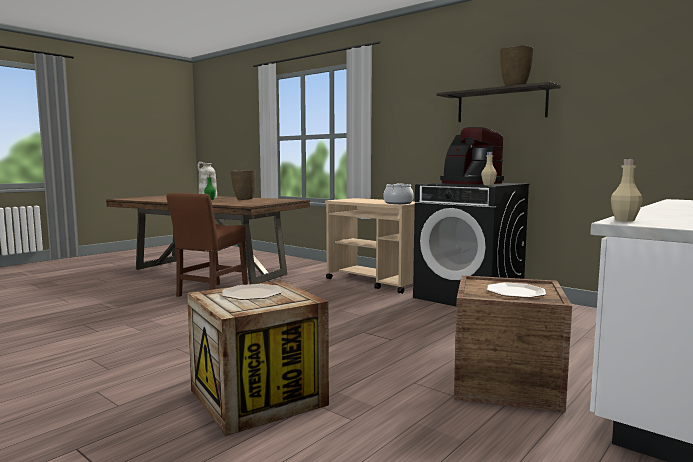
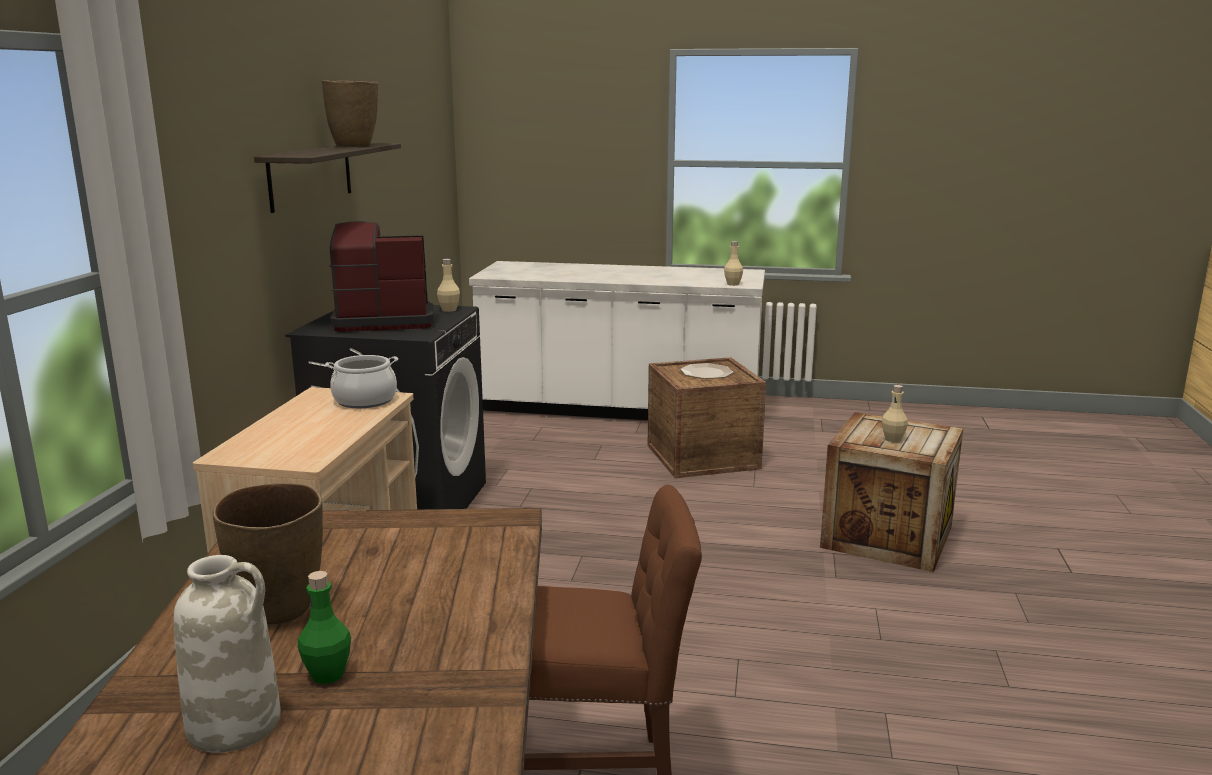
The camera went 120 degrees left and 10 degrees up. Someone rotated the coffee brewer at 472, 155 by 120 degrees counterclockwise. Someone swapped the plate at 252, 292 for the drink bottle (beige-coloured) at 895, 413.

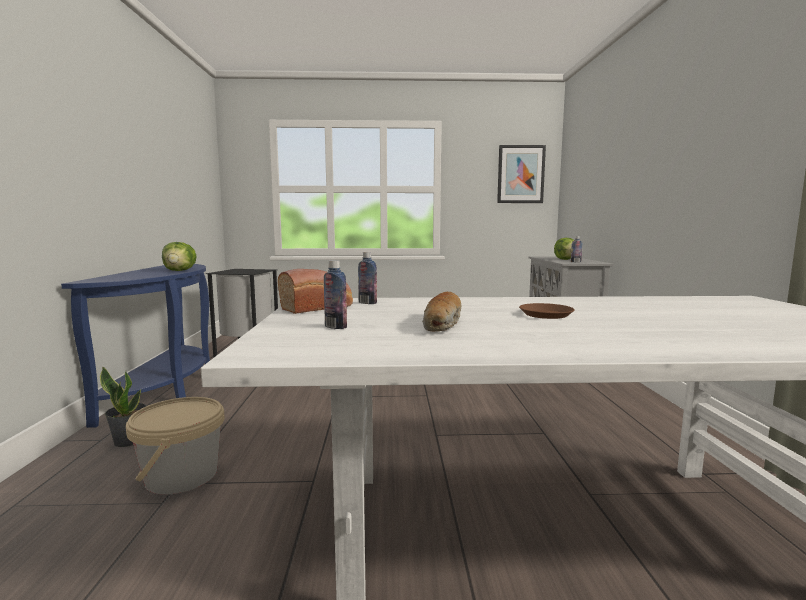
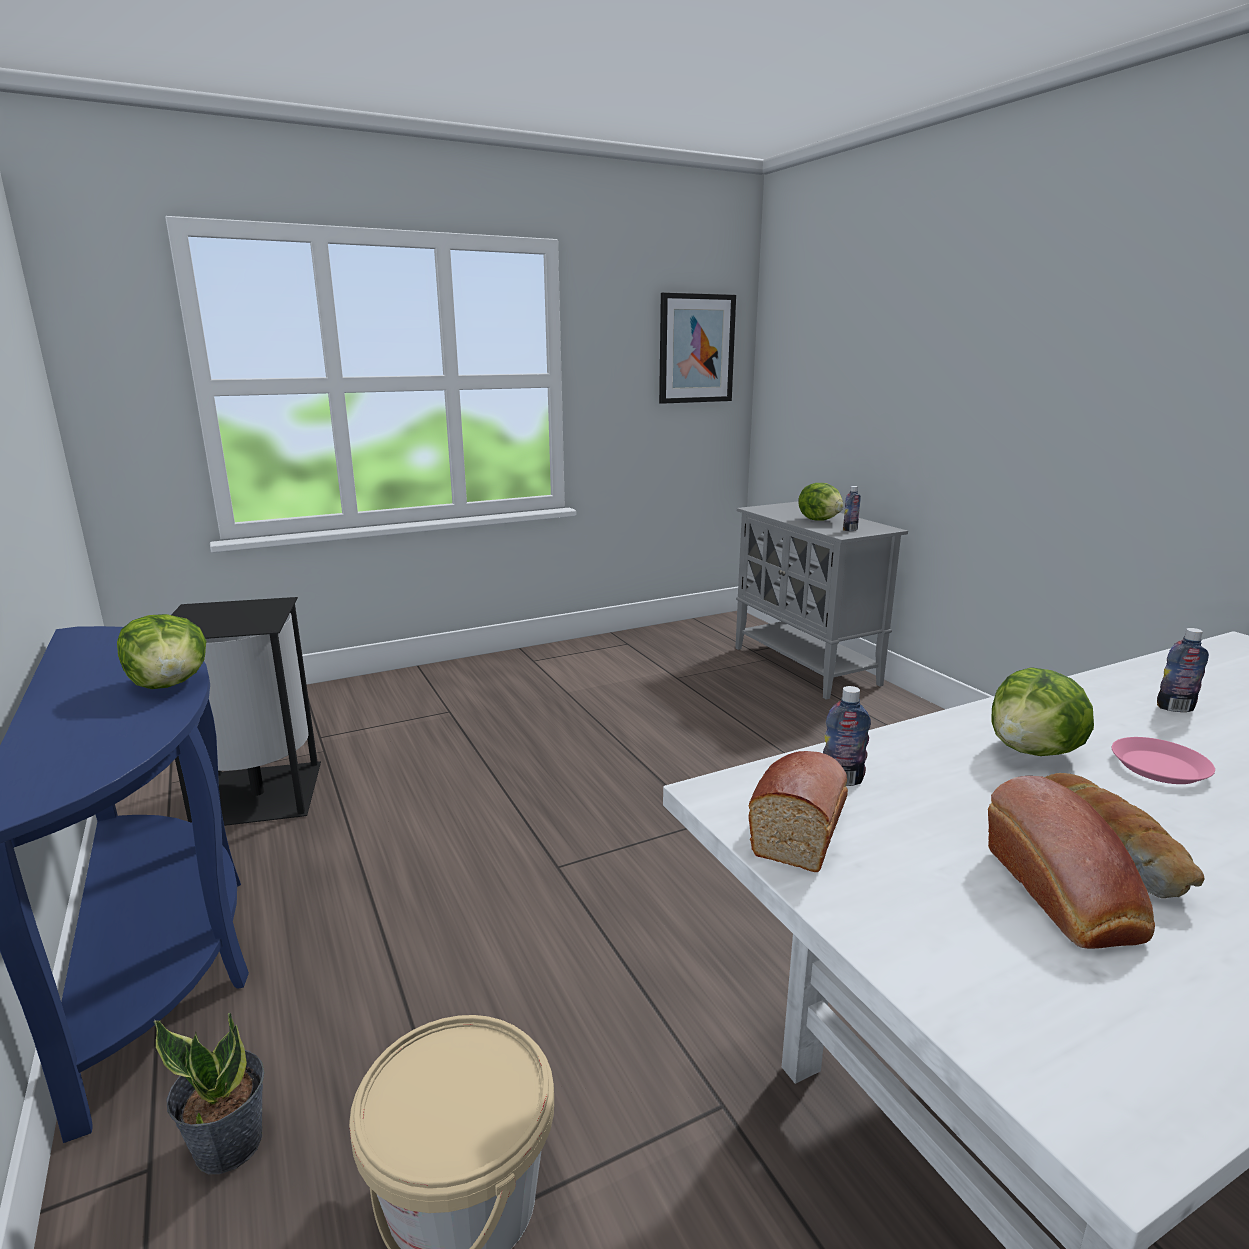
The camera went 25 degrees left and 10 degrees up. Someone put down the baked bread at 1071, 862. Someone put down the lettuce head at 1042, 711. Someone repainted the plate (brown) at 547, 311, which became the plate (pink) at 1163, 760. Someone carried the drink bottle from 335, 294 to 1183, 670.

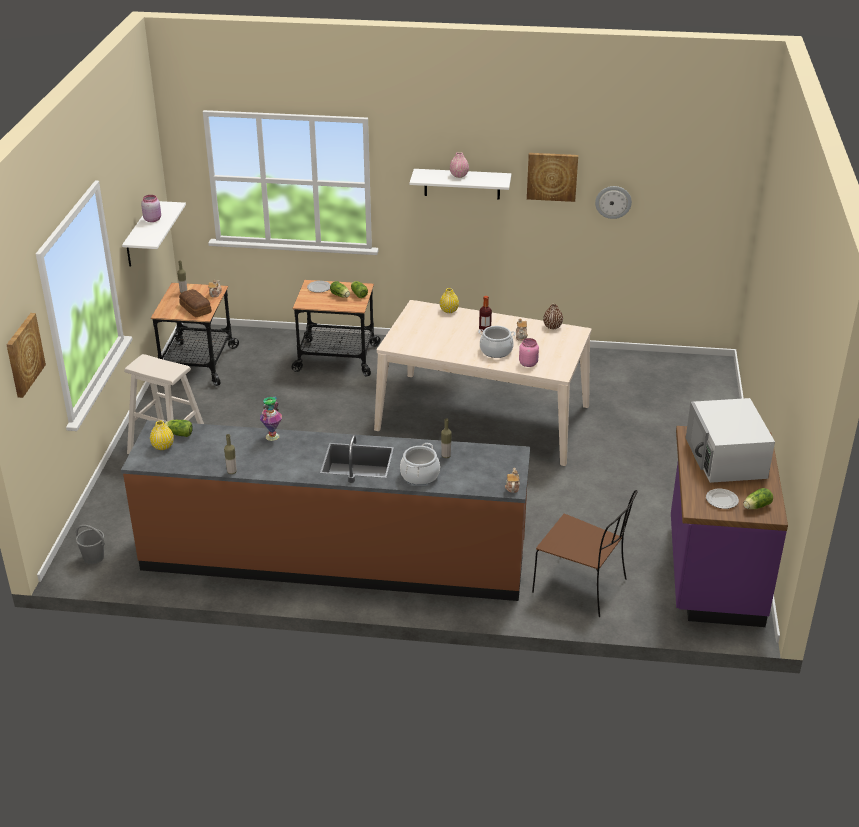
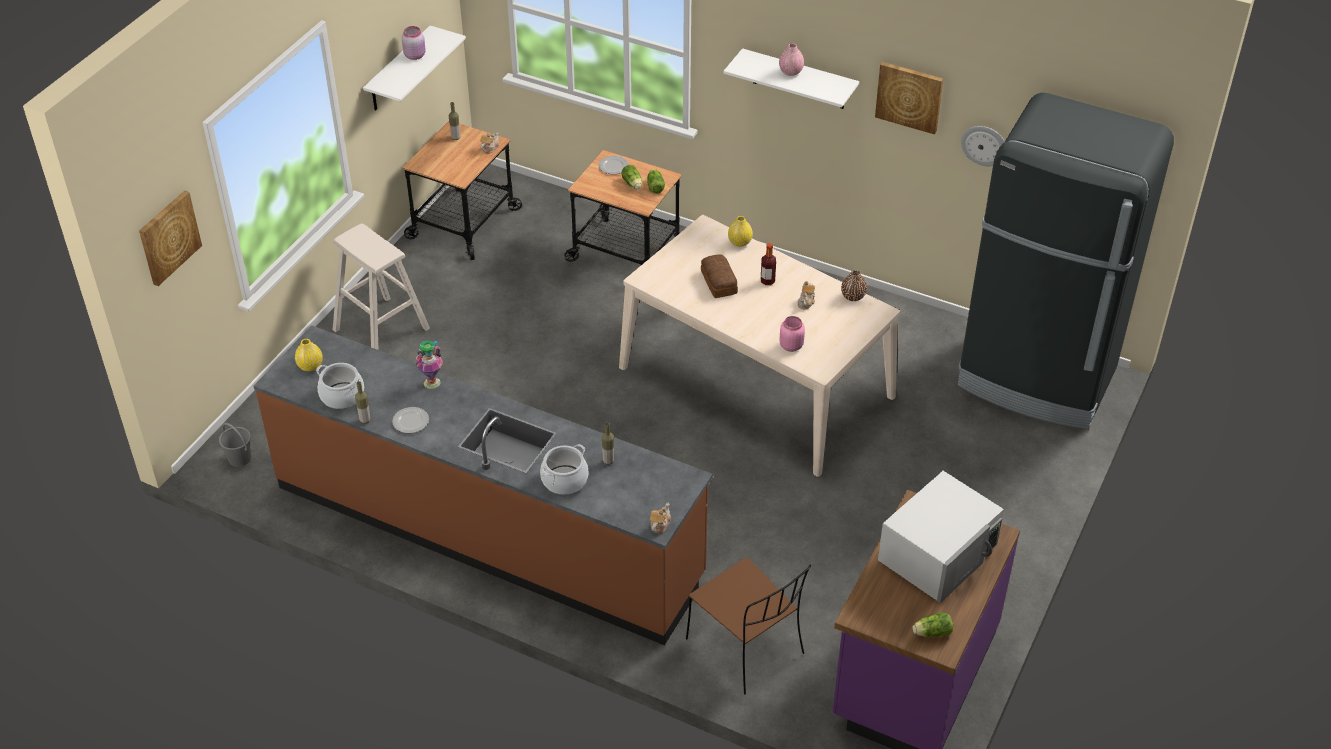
The camera went 20 degrees right and 10 degrees up. Someone carried the cooking pot from 497, 342 to 340, 386. Someone carried the plate from 722, 499 to 410, 420. Someone carried the baked bread from 195, 303 to 719, 276. Someone rotated the microwave (whitish) at 730, 440 by 150 degrees counterclockwise. Someone put down the fridge (black-coloured) at 1066, 261. Someone took away the lettuce head at 179, 428.

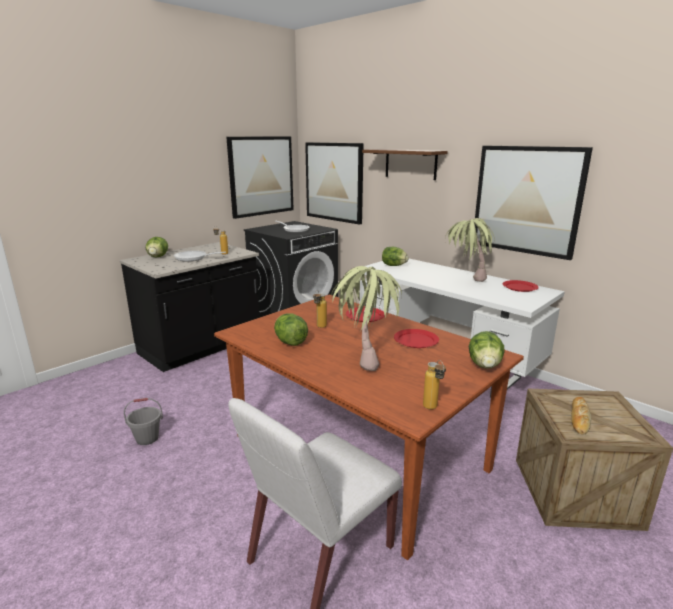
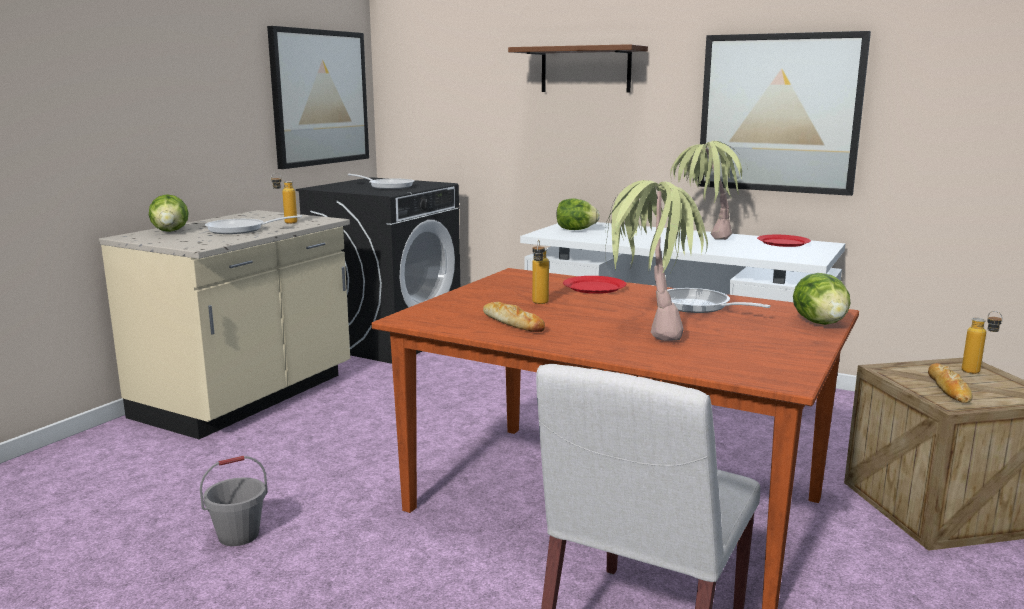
The camera went 15 degrees left and 5 degrees down. Someone repainted the counter (black-coloured) at 190, 307, which became the counter (beige-coloured) at 224, 324. Someone swapped the lettuce head at 291, 329 for the baked bread at 514, 317. Someone swapped the plate (reddish) at 416, 338 for the frying pan at 719, 300. Someone carried the drink bottle from 434, 385 to 982, 342. Someone took away the wall picture at 334, 183.

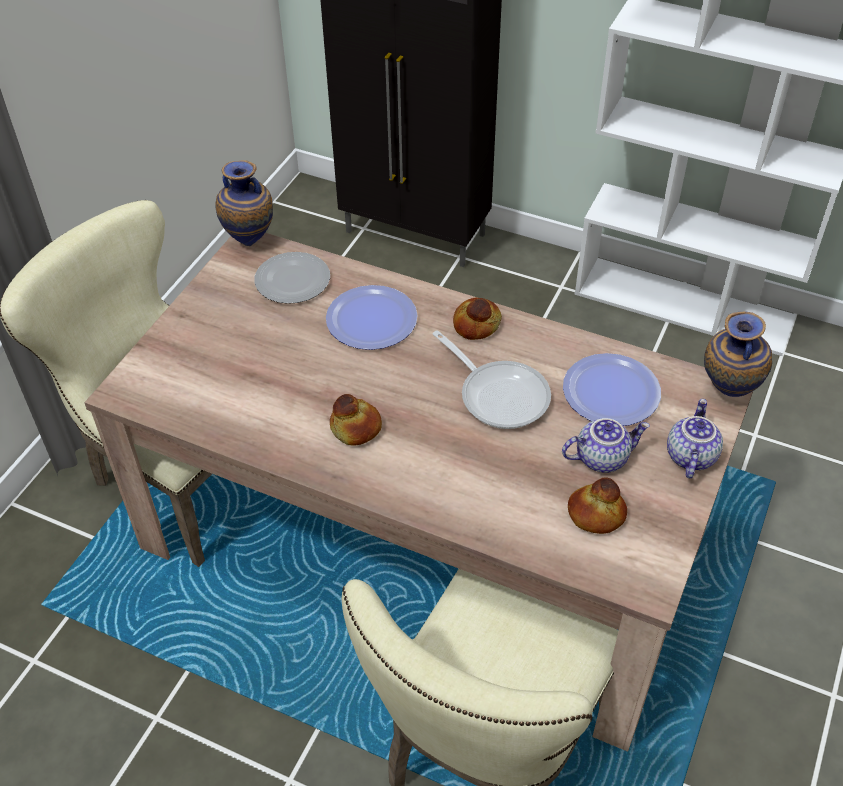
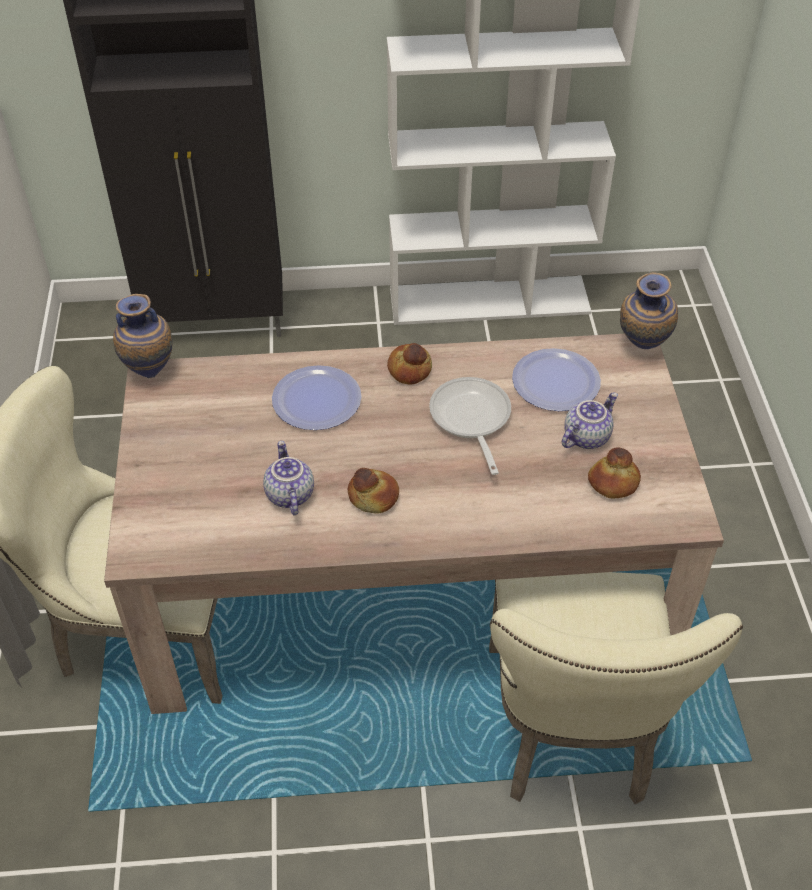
The camera went 30 degrees left and 0 degrees up. Someone carried the teapot from 695, 438 to 288, 478. Someone rotated the frying pan at 491, 379 by 120 degrees counterclockwise. Someone took away the plate at 292, 278.

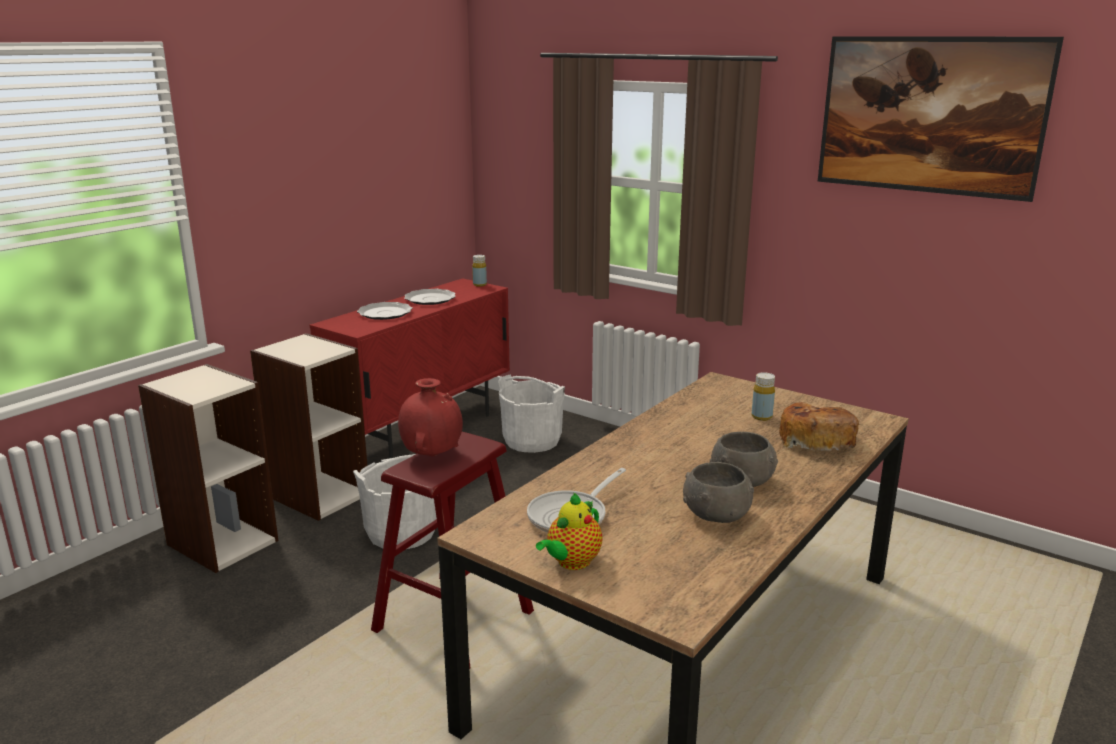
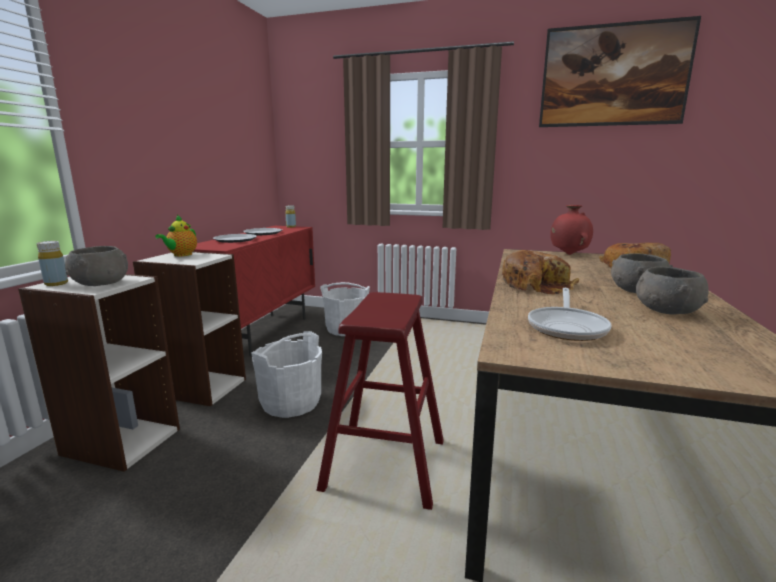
The camera went 20 degrees left and 5 degrees down. Someone carried the drink bottle (yellow-coloured) from 763, 396 to 52, 263. Someone put down the deep dish (grey) at 96, 266. Someone carried the teapot from 569, 531 to 176, 235. Someone put down the baked bread at 540, 272. Someone carried the flower vase (reddish) from 430, 417 to 571, 230.

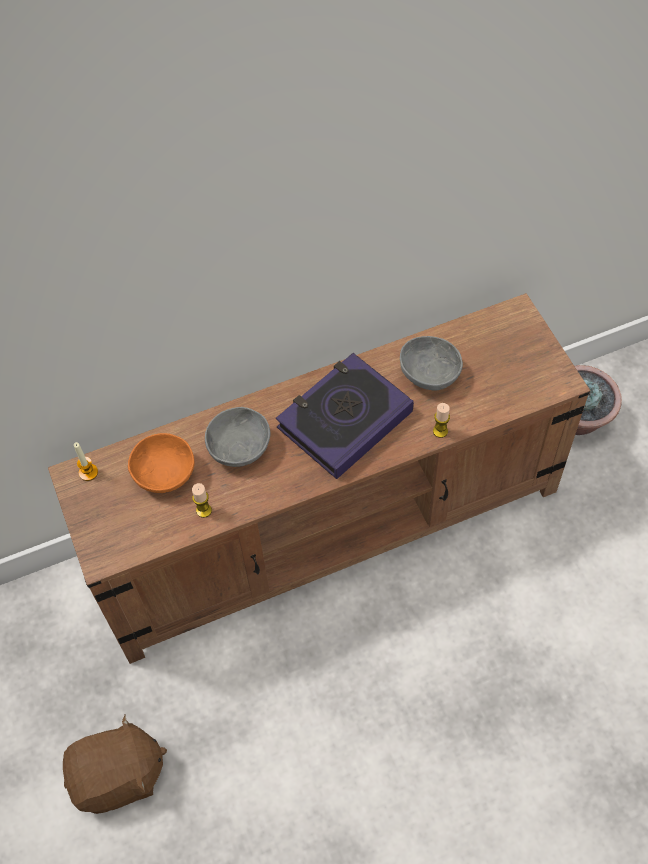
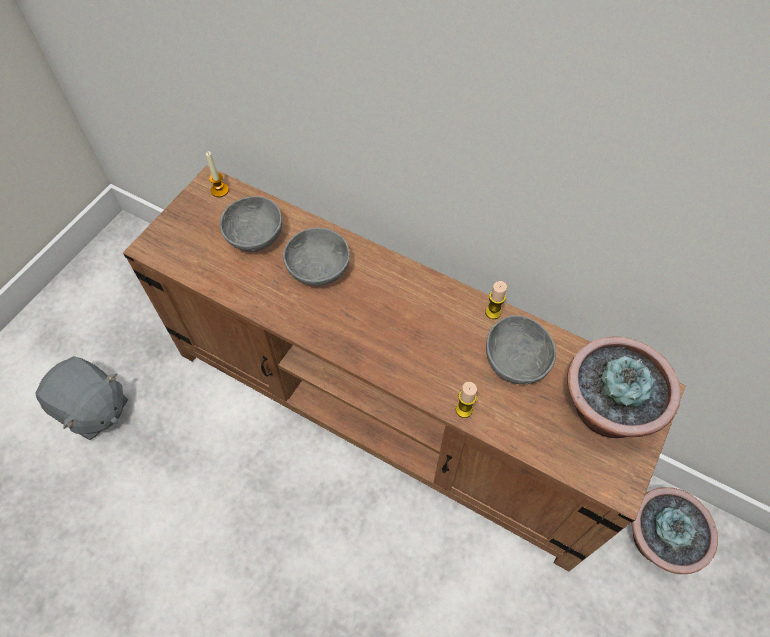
The camera went 50 degrees right and 0 degrees up. Someone repainted the soft toy (brown) at 115, 764, which became the soft toy (grey) at 81, 398. Someone repainted the deep dish (orangey) at 161, 463, which became the deep dish (grey) at 251, 224. Someone carried the candle from 202, 500 to 496, 300. Someone put down the plant in a pot at 624, 387. Someone took away the book at 345, 416.

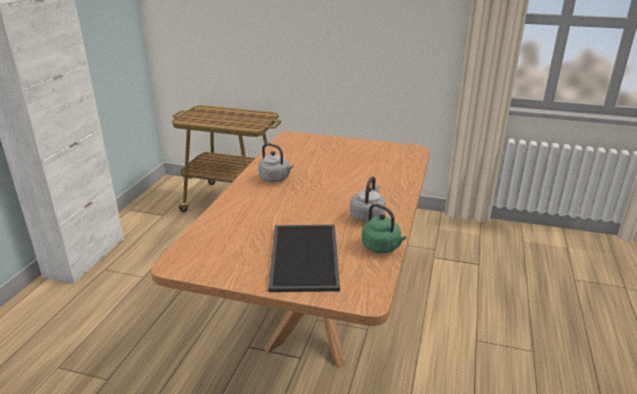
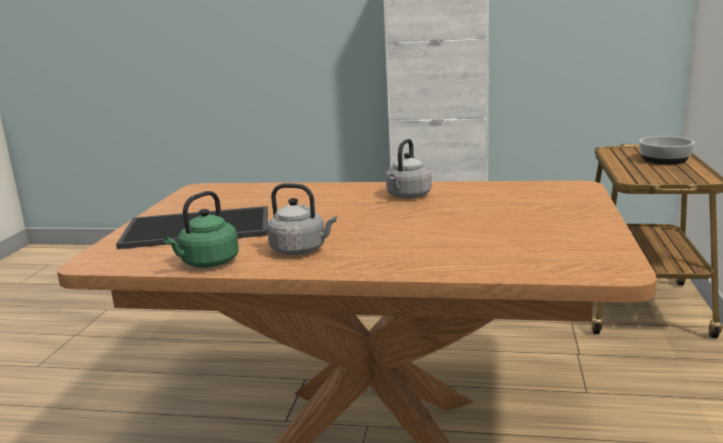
The camera went 85 degrees right and 10 degrees down. Someone put down the deep dish at 667, 150.

